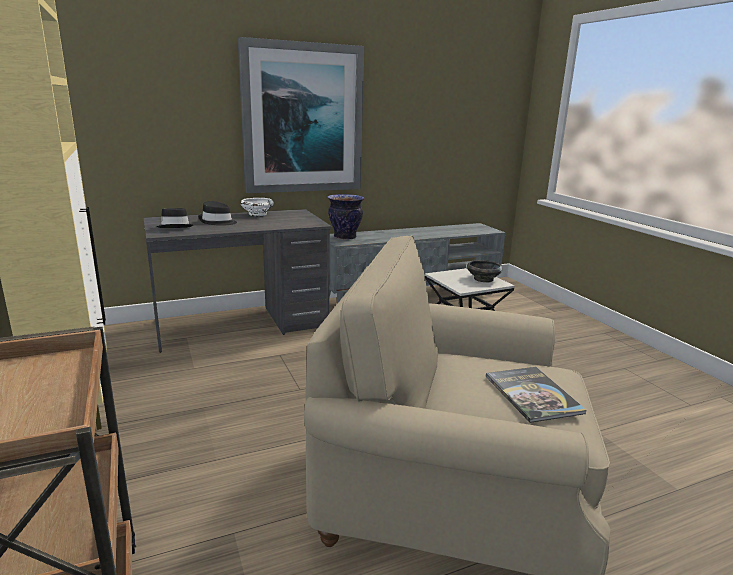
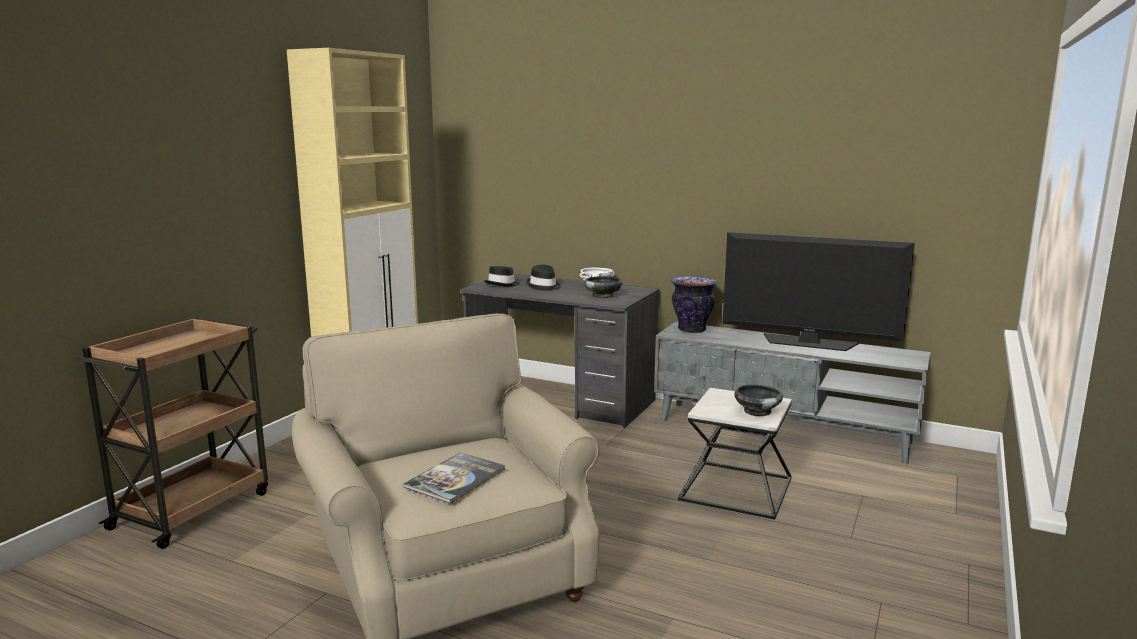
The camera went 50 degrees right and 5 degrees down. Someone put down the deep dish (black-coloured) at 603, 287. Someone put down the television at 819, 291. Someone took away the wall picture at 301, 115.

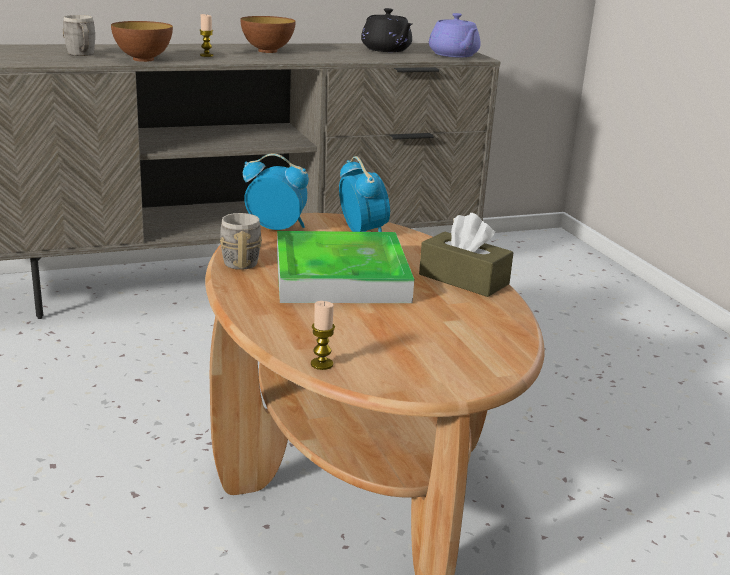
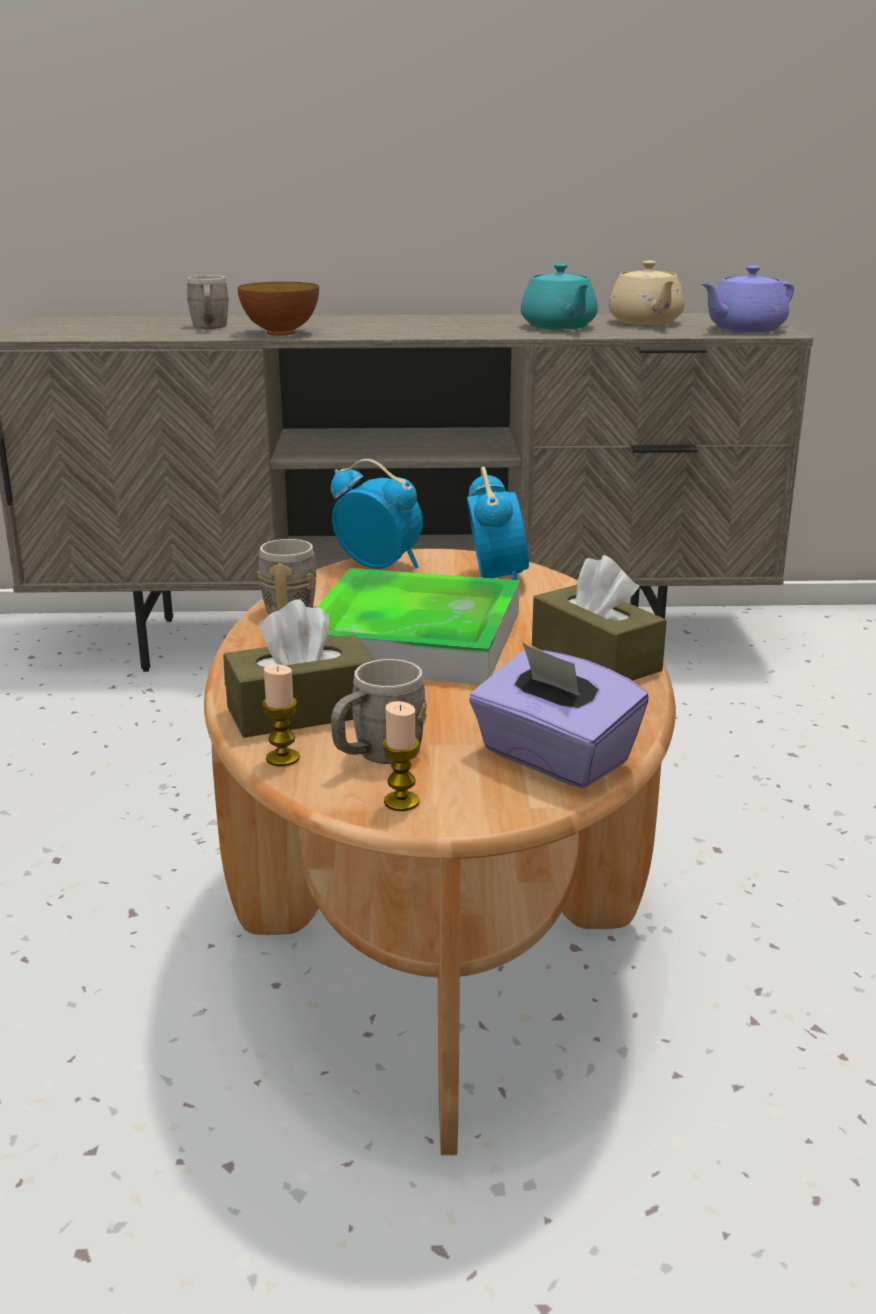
The camera went 20 degrees right and 0 degrees up. Someone put down the tissue holder (brown) at 299, 668. Someone put down the mug (grey) at 379, 711. Someone carried the candle from 206, 35 to 401, 756. Someone put down the tissue holder (purple) at 559, 716. Someone put down the teapot (blue-green) at 559, 296. Someone repainted the teapot (black-coloured) at 386, 30, which became the teapot (beige-coloured) at 646, 293. Someone rotated the teapot (purple) at 455, 35 by 60 degrees clockwise. Someone took away the deep dish at 268, 34.

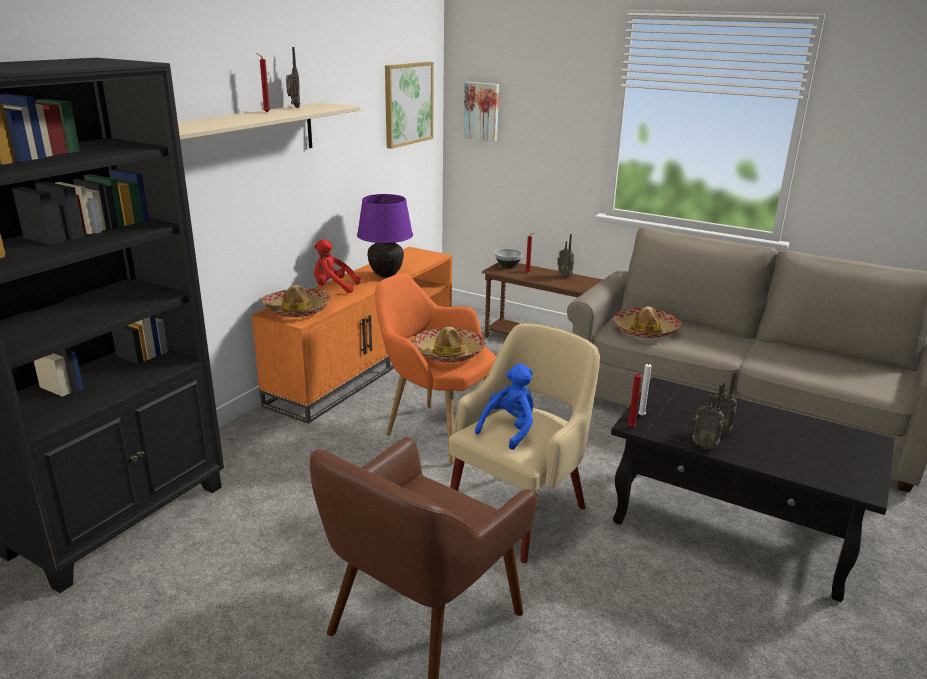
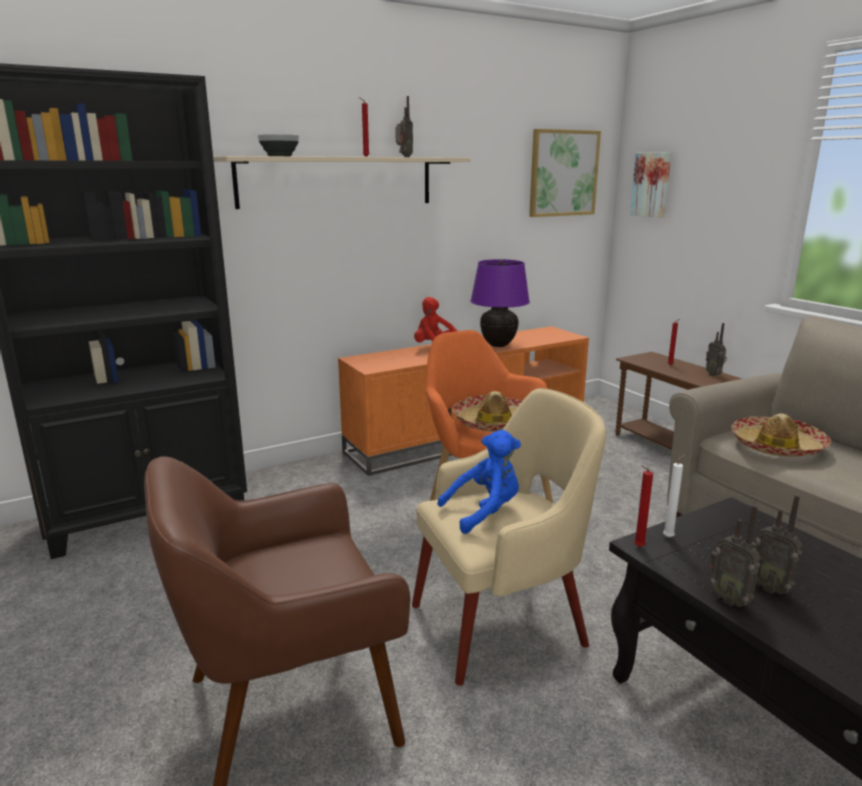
The camera went 30 degrees right and 5 degrees down. Someone carried the deep dish from 509, 258 to 278, 145. Someone took away the wearable hat at 296, 301.

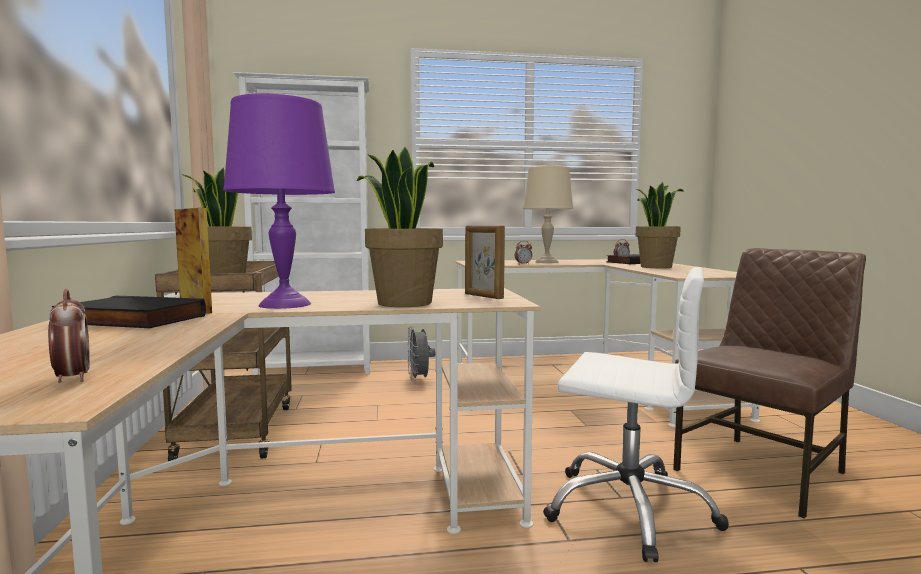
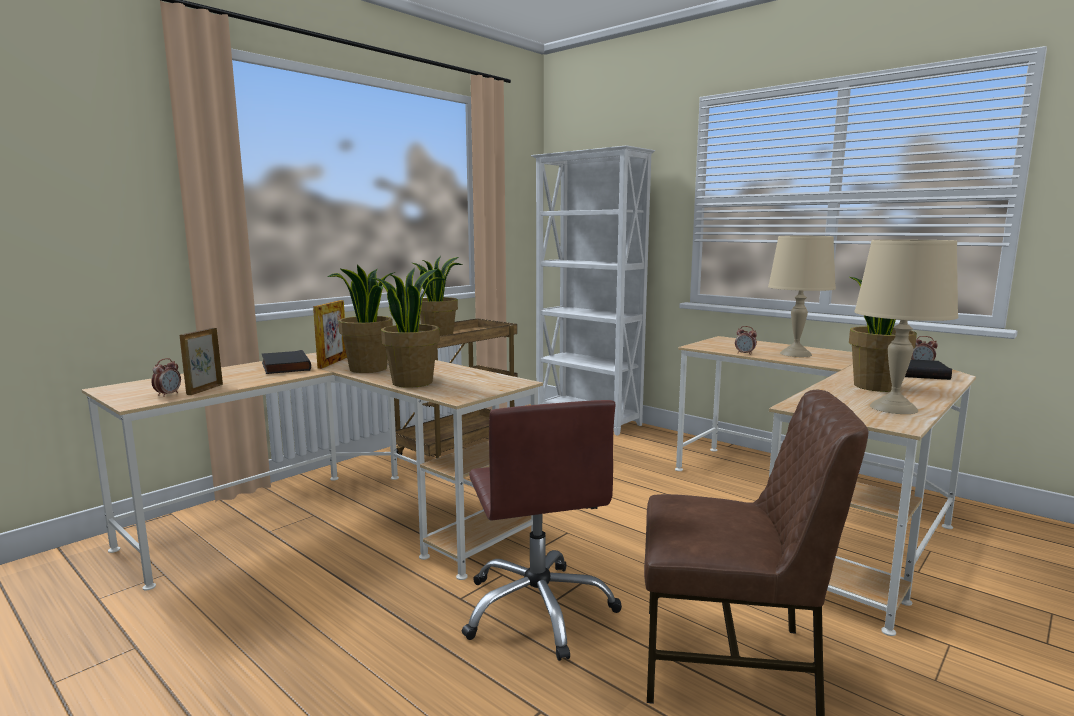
The camera went 50 degrees right and 5 degrees up. Someone carried the standing frame from 485, 262 to 201, 361. Someone swapped the table lamp (purple) at 279, 201 for the plant in a pot at 361, 319. Someone repainted the computer chair (whitish) at 636, 414, which became the computer chair (brown) at 542, 530. Someone put down the table lamp (beige-coloured) at 906, 327. Someone took away the fan (grey) at 420, 354.

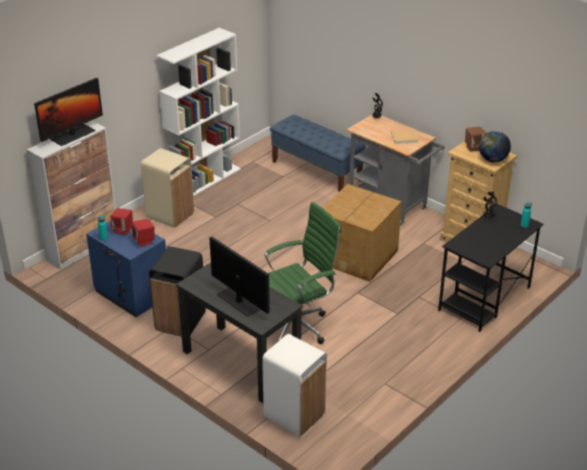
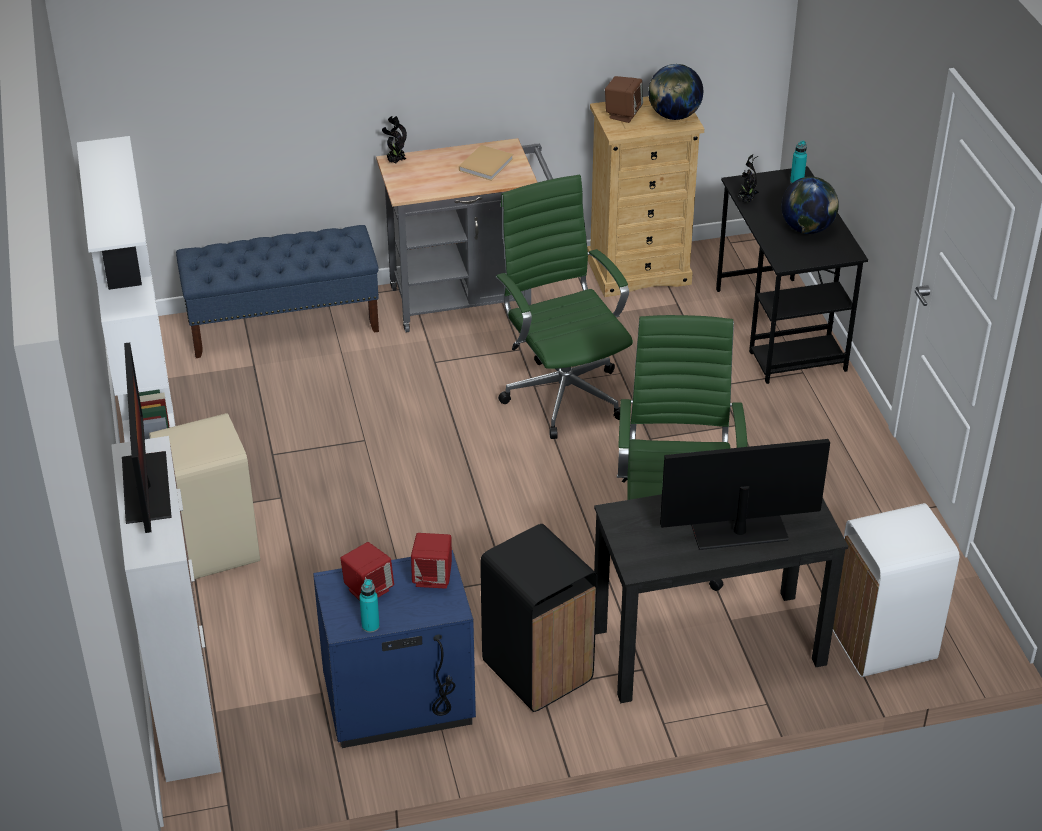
The camera went 55 degrees left and 5 degrees up. Someone swapped the cardboard box at 362, 233 for the computer chair (greenish) at 564, 307. Someone put down the world globe at 810, 205.

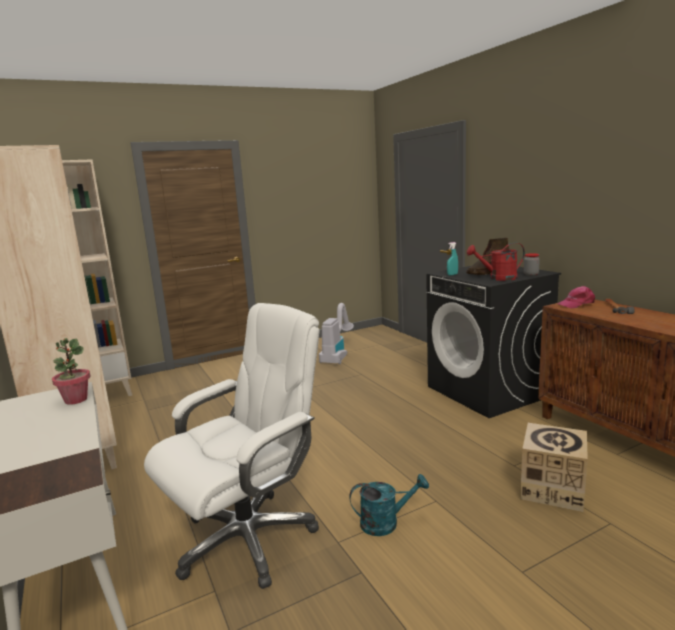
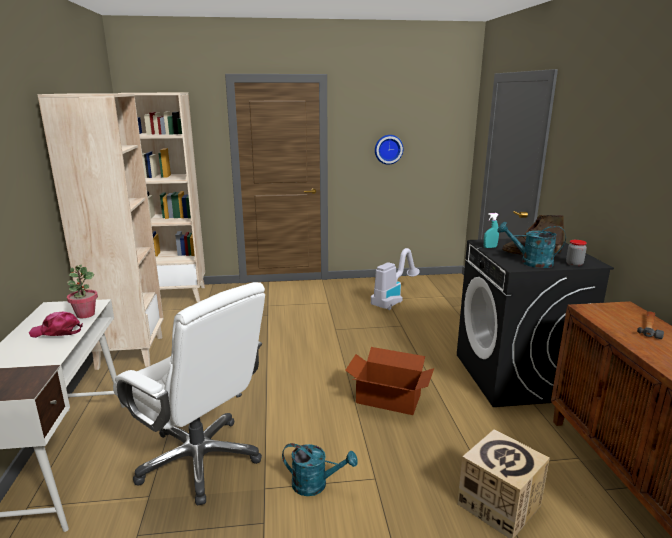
The camera went 20 degrees right and 5 degrees up. Someone carried the cap (pink) from 576, 297 to 56, 325. Someone rotated the computer chair (whitish) at 231, 446 by 60 degrees clockwise. Someone put down the cardboard box at 389, 381. Someone put up the wall clock at 389, 150. Someone repainted the sprinkling can (reddish) at 496, 262, which became the sprinkling can (blue-green) at 531, 245.

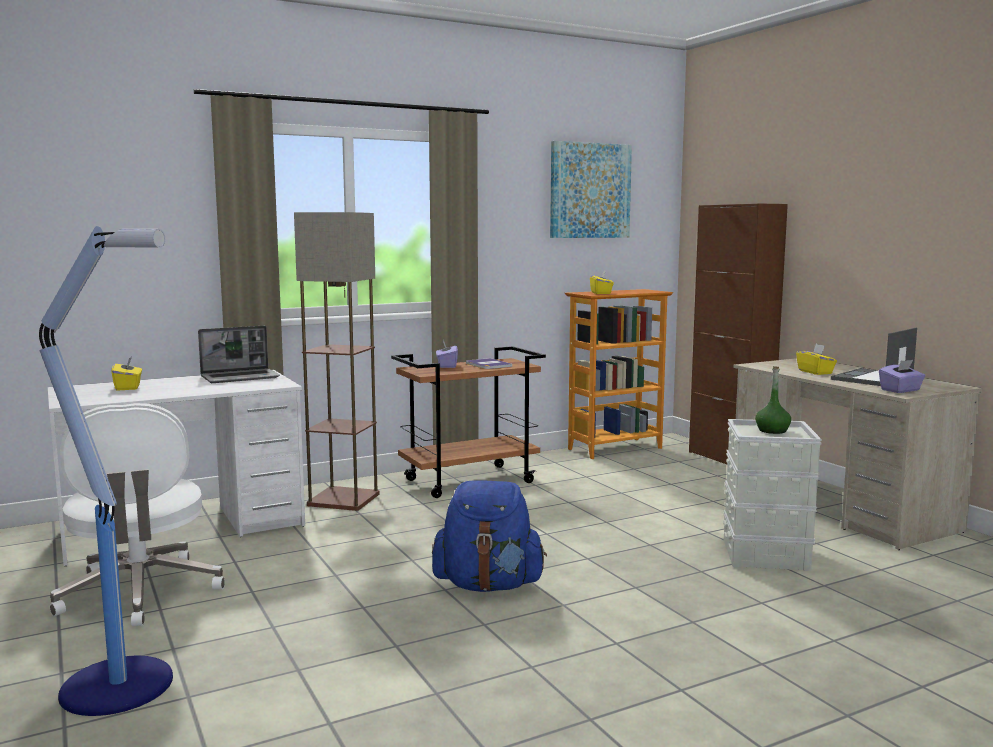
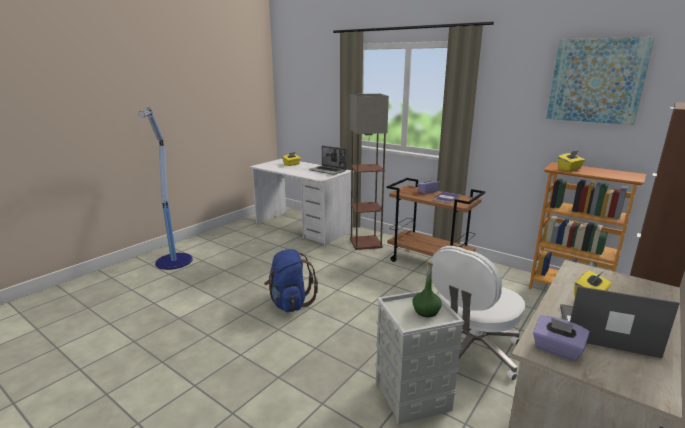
The camera went 65 degrees right and 10 degrees up. Someone carried the computer chair (whitish) from 137, 514 to 478, 313.

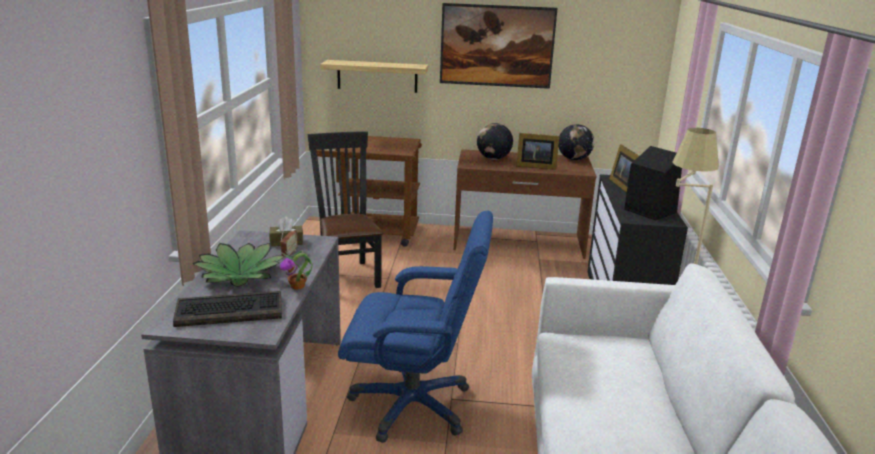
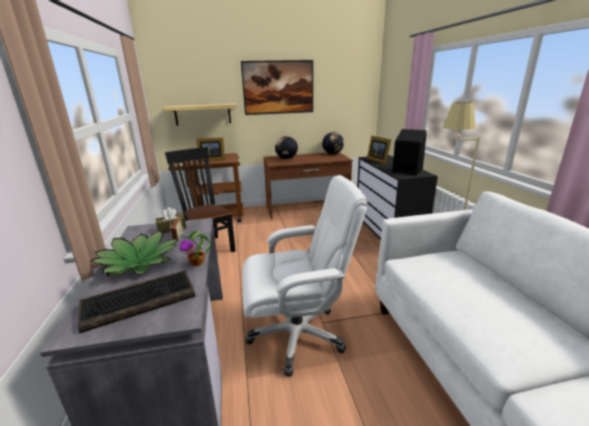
The camera went 15 degrees left and 0 degrees up. Someone carried the standing frame from 538, 151 to 210, 149. Someone repainted the computer chair (blue) at 415, 327, which became the computer chair (whitish) at 304, 275.

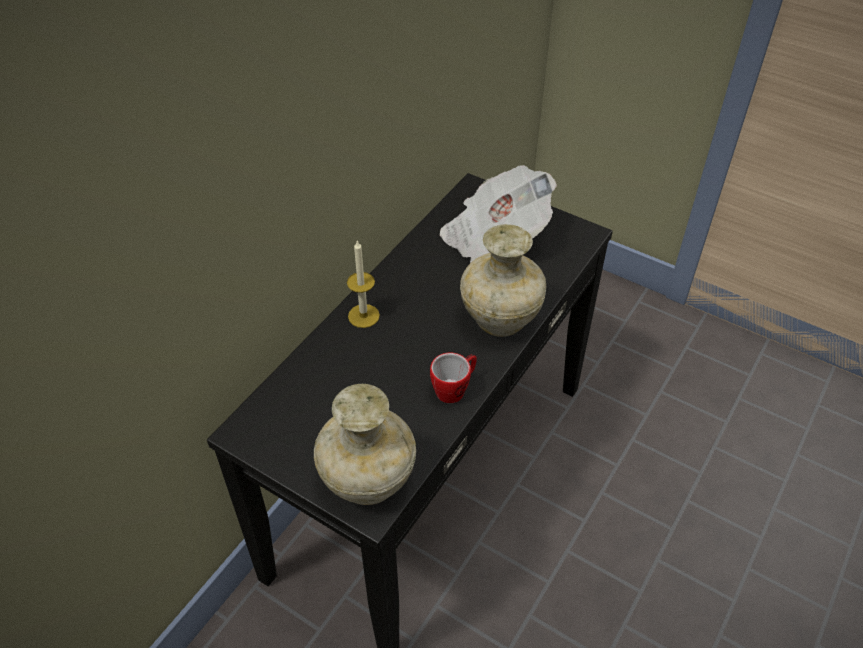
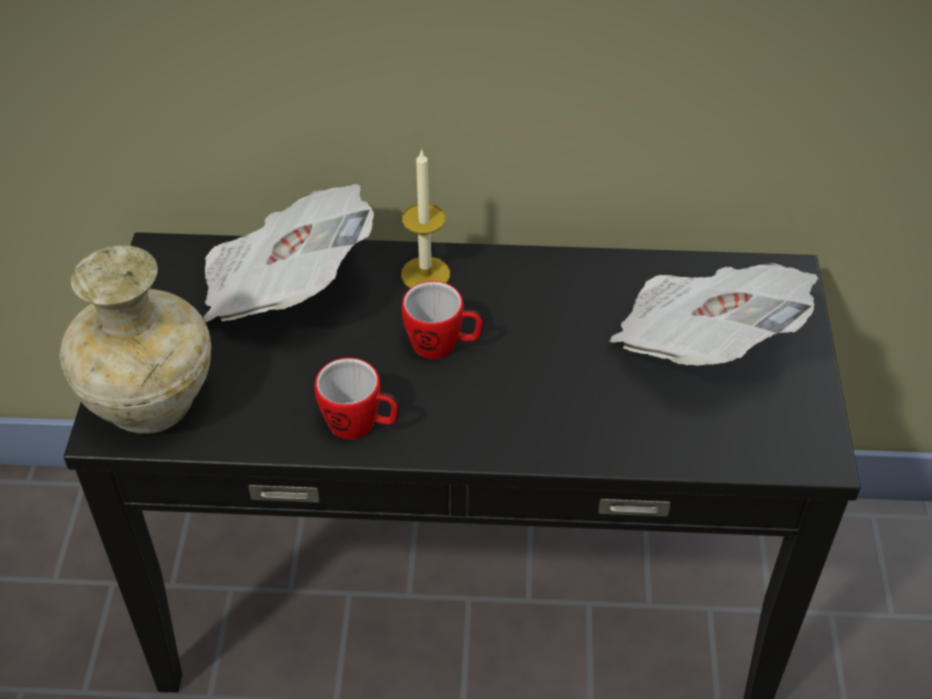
The camera went 60 degrees right and 0 degrees up. Someone put down the printed paper at 288, 253. Someone put down the mug at 443, 320. Someone took away the flower vase (beige-coloured) at 503, 280.

